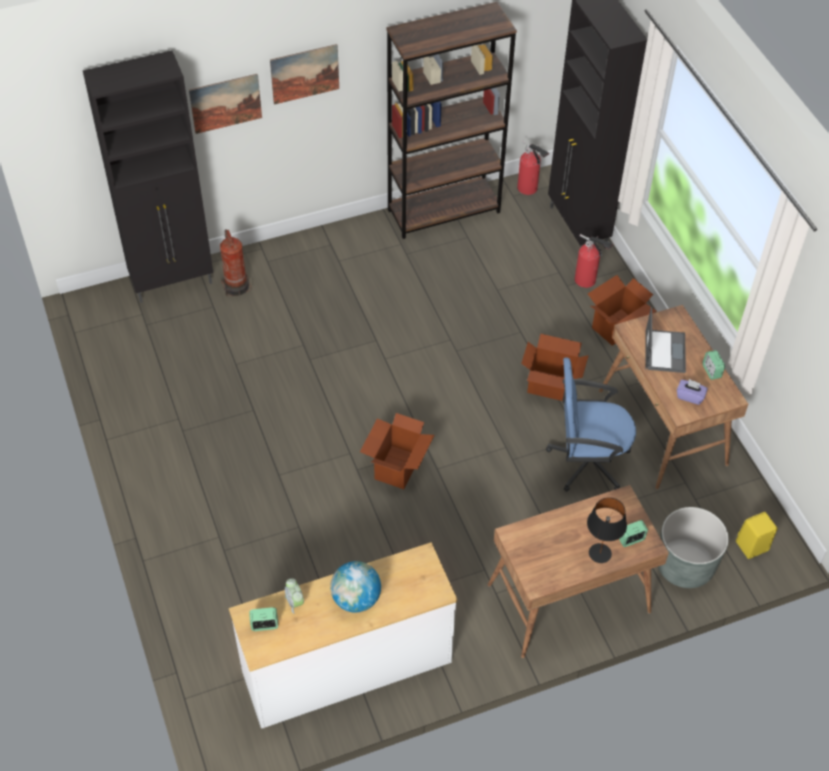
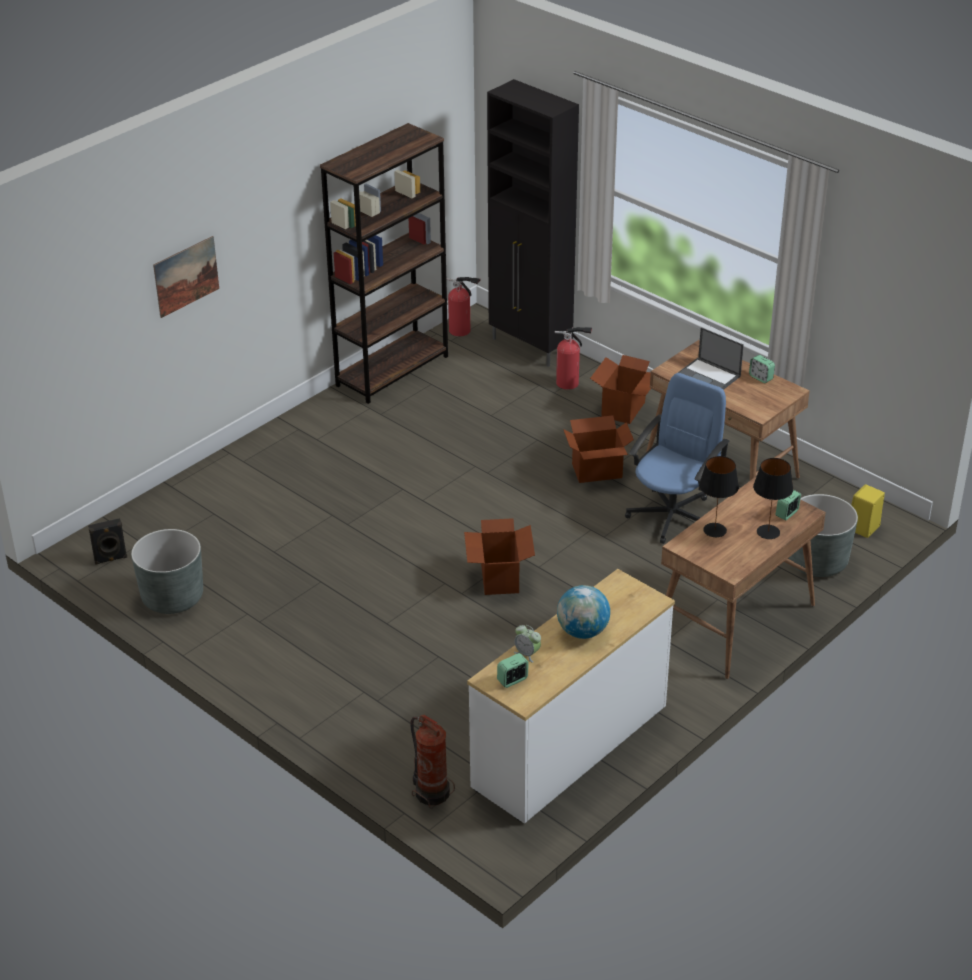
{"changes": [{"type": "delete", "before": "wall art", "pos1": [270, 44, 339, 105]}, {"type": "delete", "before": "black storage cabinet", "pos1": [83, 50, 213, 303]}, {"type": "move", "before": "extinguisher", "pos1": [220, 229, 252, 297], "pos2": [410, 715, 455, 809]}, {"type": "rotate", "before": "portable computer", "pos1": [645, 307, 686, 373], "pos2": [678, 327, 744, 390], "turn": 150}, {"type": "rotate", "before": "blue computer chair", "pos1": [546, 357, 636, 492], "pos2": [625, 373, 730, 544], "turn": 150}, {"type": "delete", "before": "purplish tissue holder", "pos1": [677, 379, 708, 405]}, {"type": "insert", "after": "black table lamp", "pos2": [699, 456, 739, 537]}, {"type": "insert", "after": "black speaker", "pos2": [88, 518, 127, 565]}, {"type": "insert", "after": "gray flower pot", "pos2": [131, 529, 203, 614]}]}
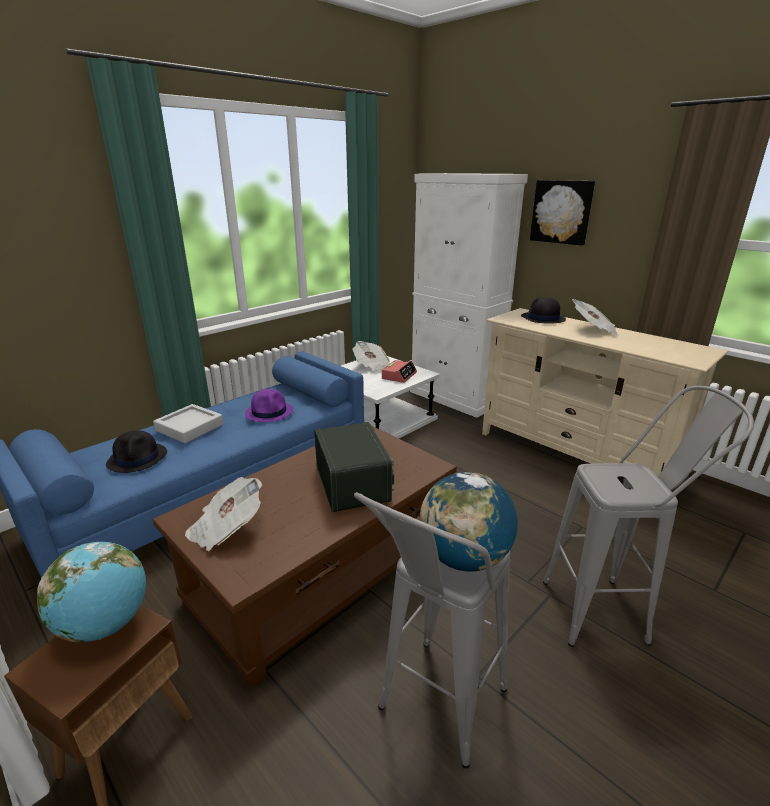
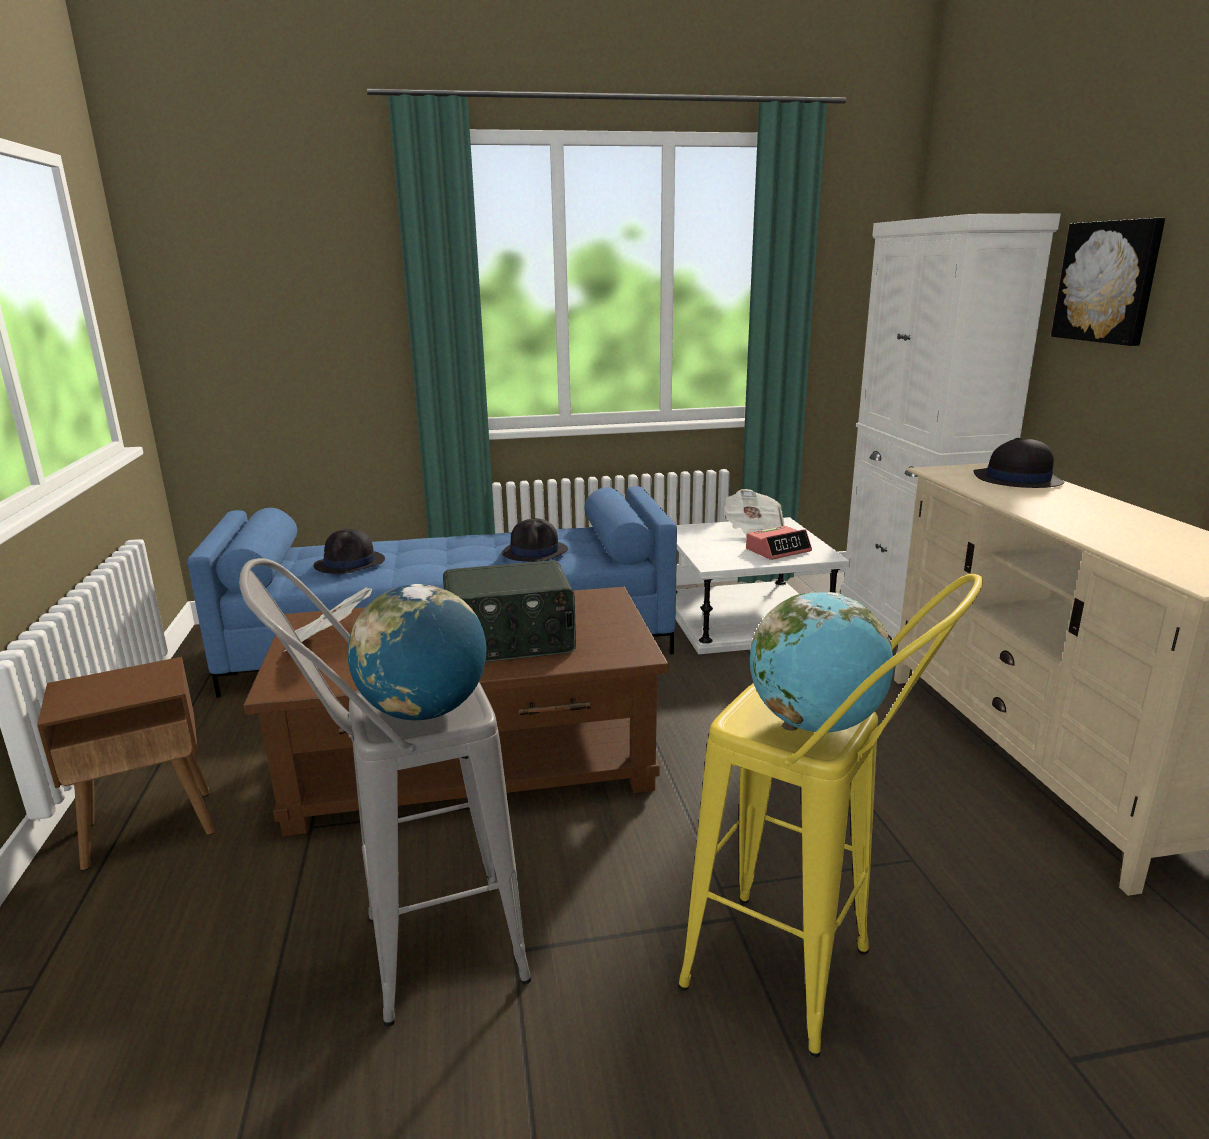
{"changes": [{"type": "delete", "before": "newspaper", "pos1": [572, 299, 618, 336]}, {"type": "recolor", "before": "gray sitting stool", "after": "yellow-coloured sitting stool", "pos1": [543, 386, 754, 647], "pos2": [678, 574, 983, 1057]}, {"type": "recolor", "before": "purplish wearable hat", "after": "black wearable hat", "pos1": [245, 389, 293, 422], "pos2": [501, 519, 568, 562]}, {"type": "delete", "before": "gray tray", "pos1": [153, 404, 224, 443]}, {"type": "rotate", "before": "radio", "pos1": [314, 422, 394, 512], "pos2": [443, 560, 576, 662], "turn": 60}, {"type": "move", "before": "globe", "pos1": [37, 542, 146, 643], "pos2": [750, 592, 893, 732]}]}
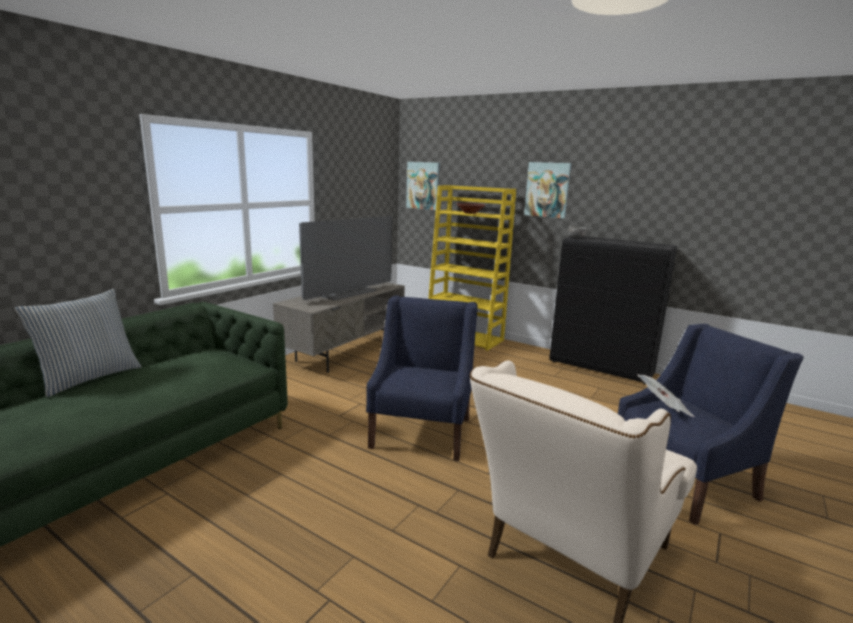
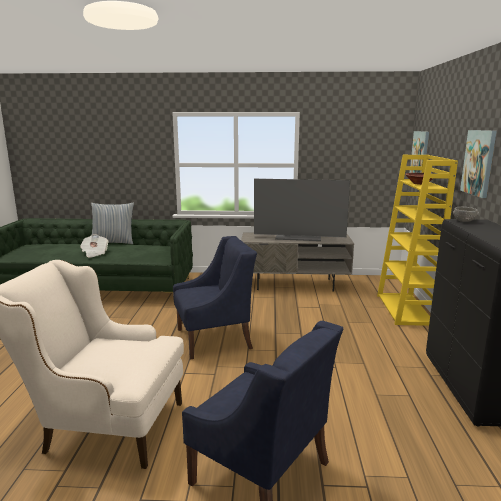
{"changes": [{"type": "move", "before": "newspaper", "pos1": [637, 374, 695, 417], "pos2": [80, 234, 109, 258]}]}
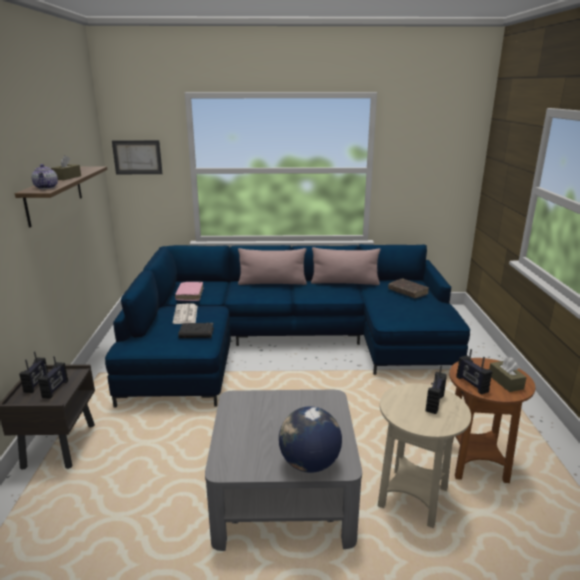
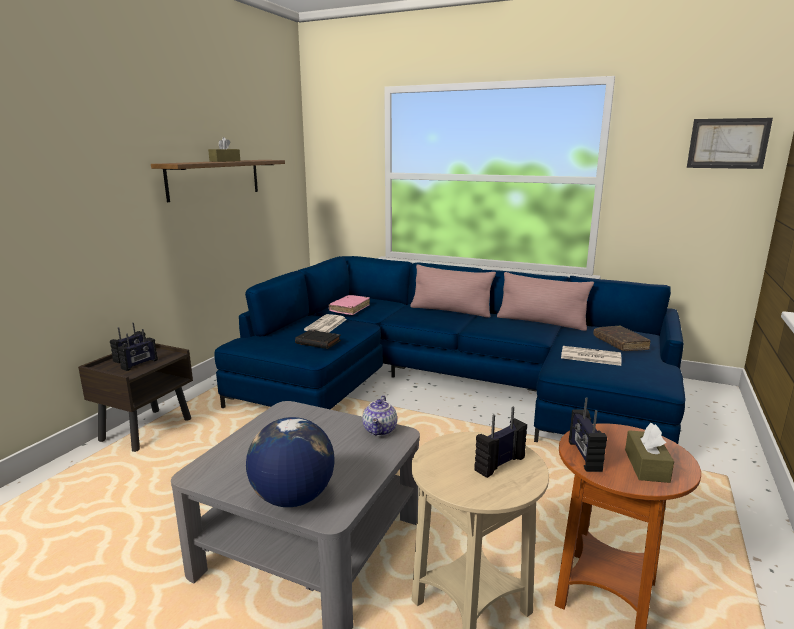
{"changes": [{"type": "move", "before": "wall art", "pos1": [112, 140, 162, 174], "pos2": [687, 118, 773, 169]}, {"type": "move", "before": "teapot", "pos1": [31, 164, 58, 189], "pos2": [362, 395, 397, 436]}, {"type": "insert", "after": "newspaper", "pos2": [561, 346, 622, 366]}]}
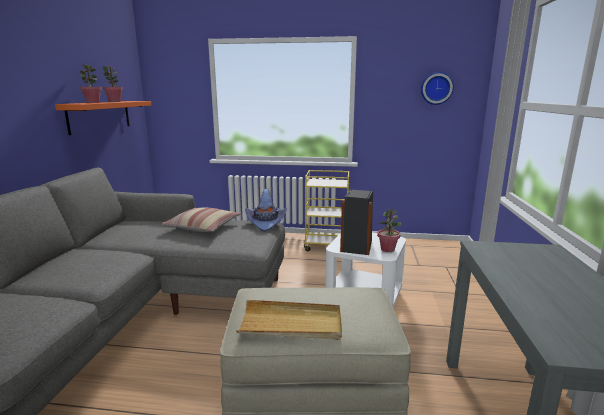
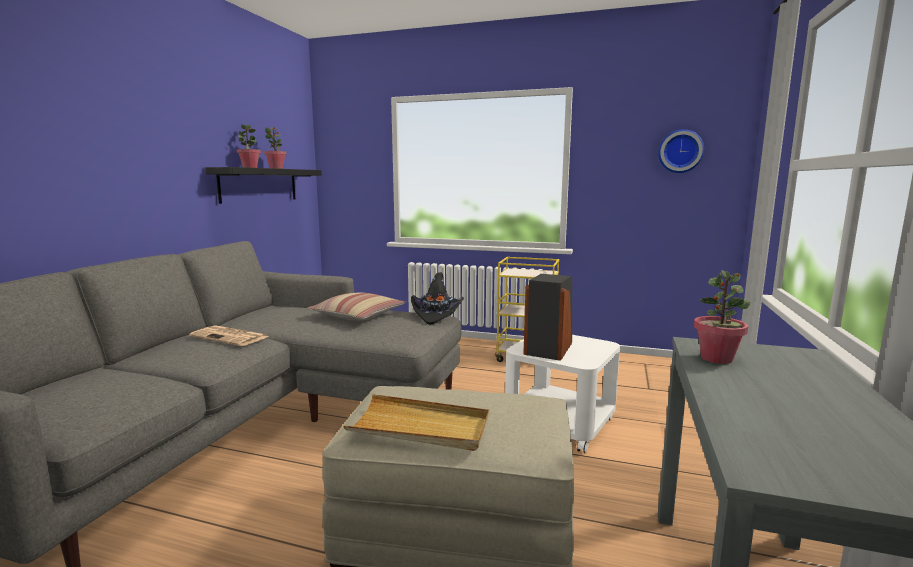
{"changes": [{"type": "recolor", "before": "orange-coloured bracket shelf", "after": "black bracket shelf", "pos1": [55, 101, 151, 135], "pos2": [205, 167, 322, 204]}, {"type": "recolor", "before": "purplish wearable hat", "after": "black wearable hat", "pos1": [245, 189, 287, 232], "pos2": [411, 272, 464, 325]}, {"type": "move", "before": "plant in a pot", "pos1": [377, 209, 401, 252], "pos2": [694, 270, 750, 364]}, {"type": "insert", "after": "newspaper", "pos2": [189, 325, 270, 346]}]}
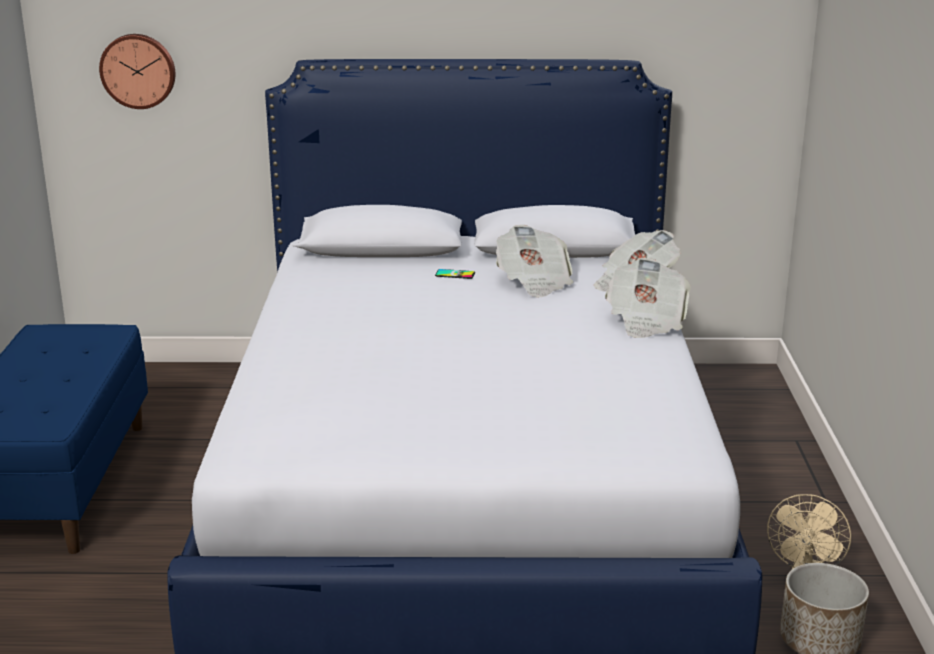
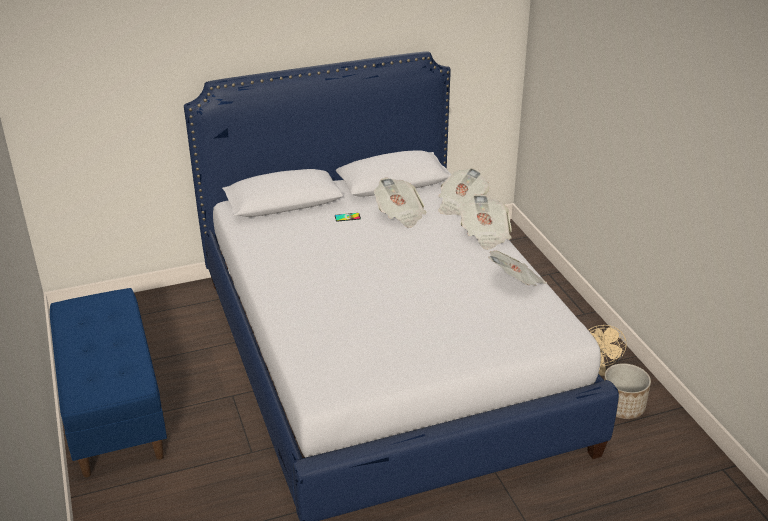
{"changes": [{"type": "delete", "before": "wall clock", "pos1": [99, 34, 175, 109]}, {"type": "insert", "after": "newspaper", "pos2": [488, 251, 547, 286]}]}
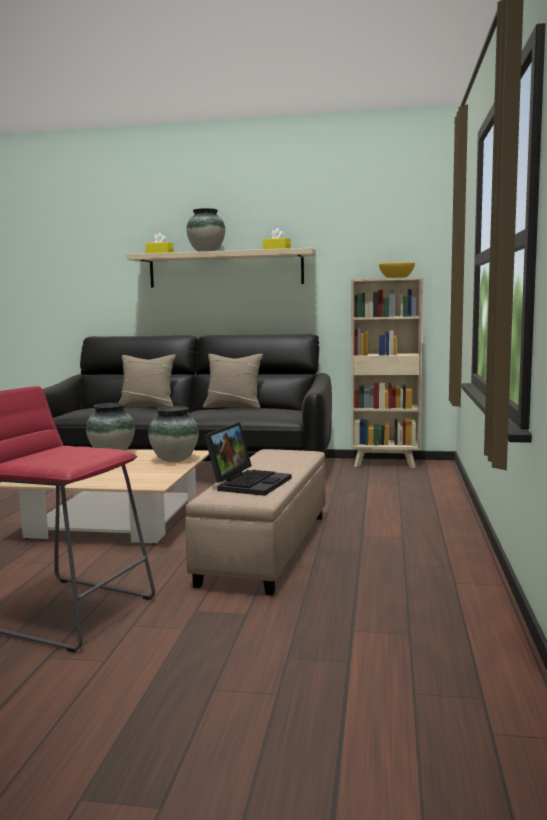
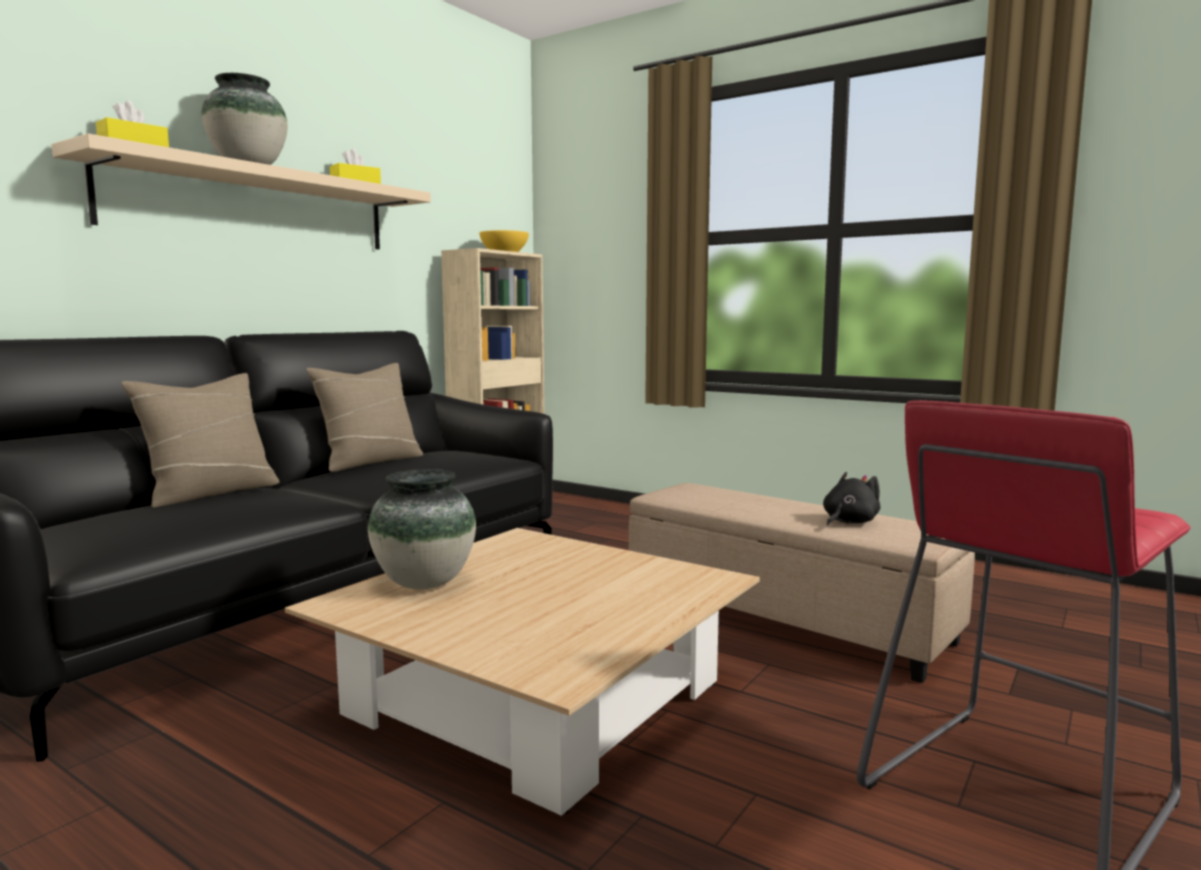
{"changes": [{"type": "delete", "before": "vase", "pos1": [148, 406, 199, 462]}, {"type": "replace", "before": "portable computer", "after": "black plush toy", "pos1": [204, 422, 292, 496], "pos2": [823, 472, 880, 526]}]}
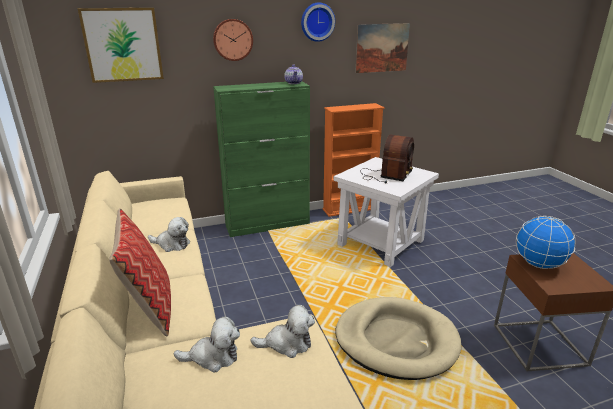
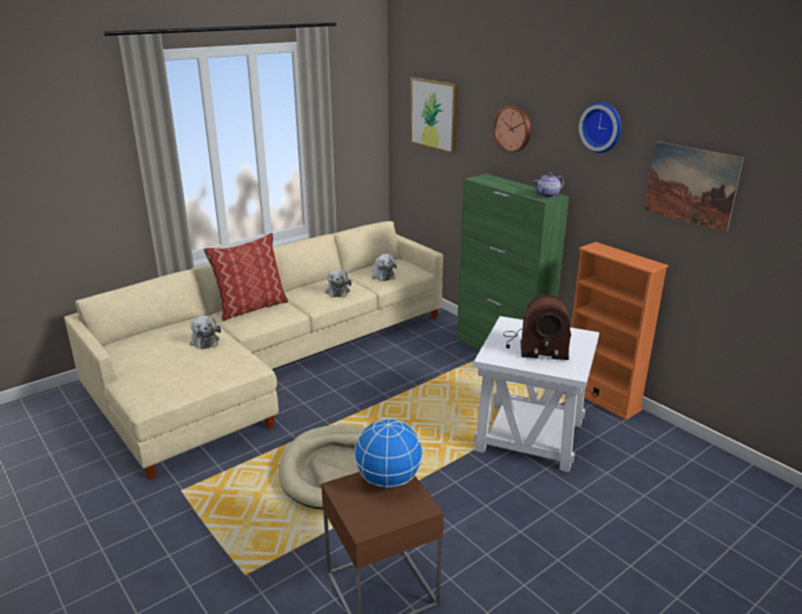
{"changes": [{"type": "move", "before": "plush toy", "pos1": [250, 305, 315, 358], "pos2": [372, 254, 397, 281]}]}
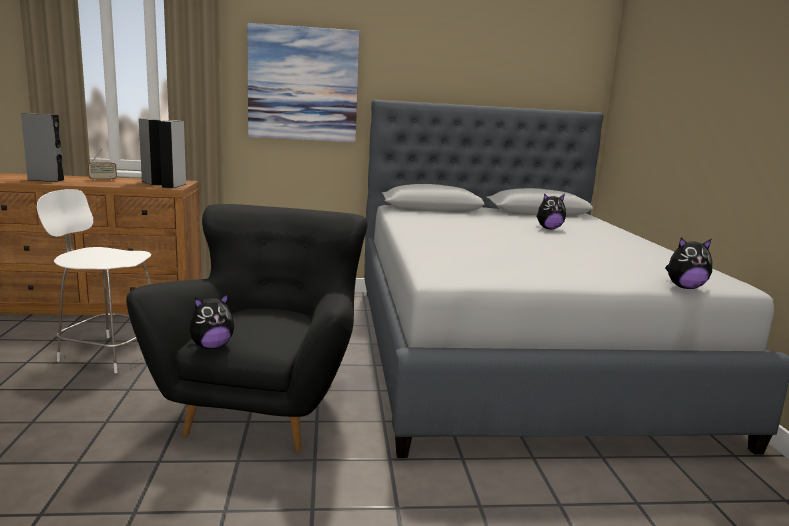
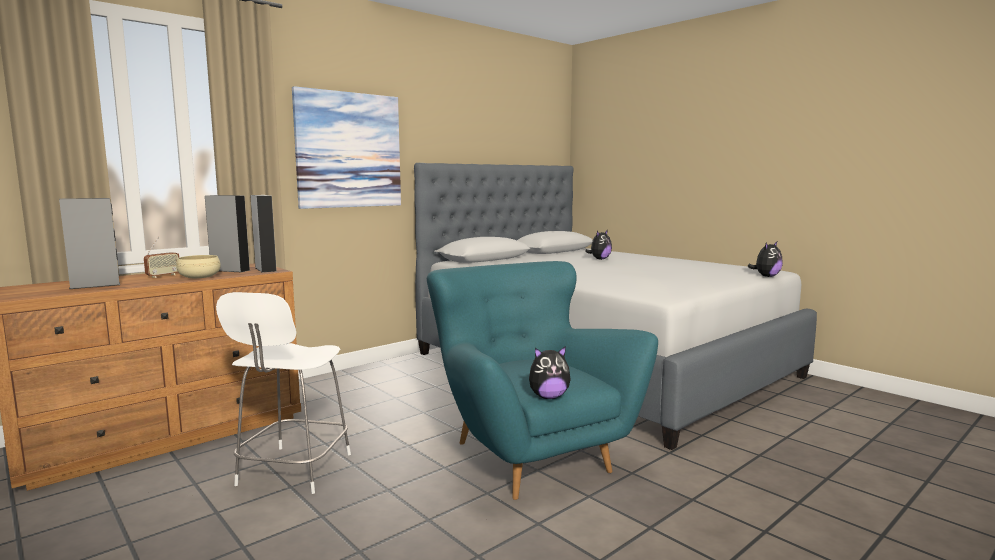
{"changes": [{"type": "rotate", "before": "white chair", "pos1": [37, 189, 151, 373], "pos2": [216, 292, 351, 494], "turn": -60}, {"type": "recolor", "before": "black lounge chair", "after": "turquoise lounge chair", "pos1": [126, 204, 368, 451], "pos2": [427, 261, 658, 500]}, {"type": "rotate", "before": "plush toy", "pos1": [189, 293, 234, 349], "pos2": [529, 346, 571, 399], "turn": 60}, {"type": "insert", "after": "beige-coloured deep dish", "pos2": [176, 255, 221, 278]}]}
